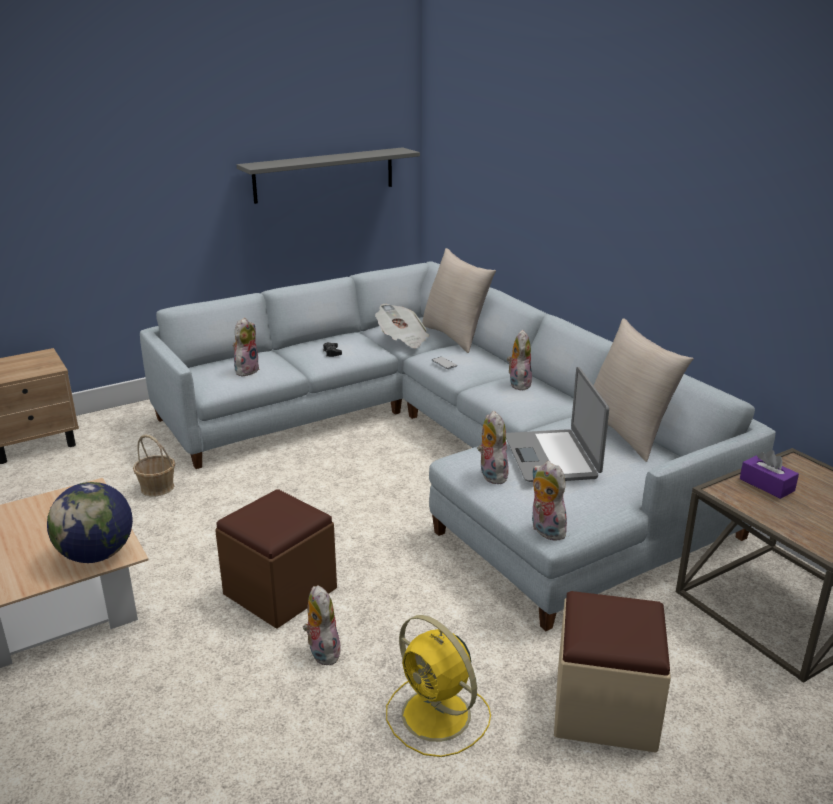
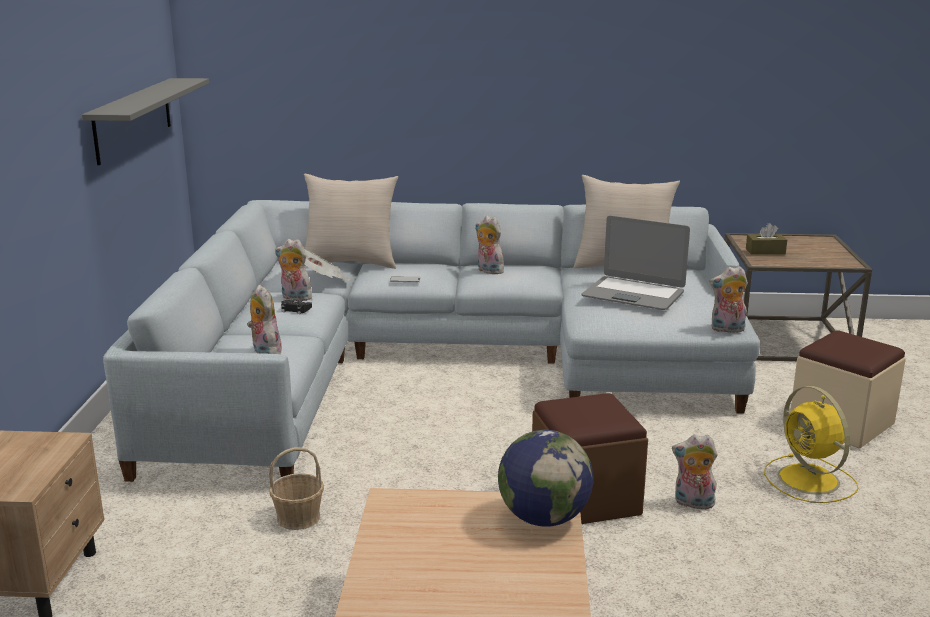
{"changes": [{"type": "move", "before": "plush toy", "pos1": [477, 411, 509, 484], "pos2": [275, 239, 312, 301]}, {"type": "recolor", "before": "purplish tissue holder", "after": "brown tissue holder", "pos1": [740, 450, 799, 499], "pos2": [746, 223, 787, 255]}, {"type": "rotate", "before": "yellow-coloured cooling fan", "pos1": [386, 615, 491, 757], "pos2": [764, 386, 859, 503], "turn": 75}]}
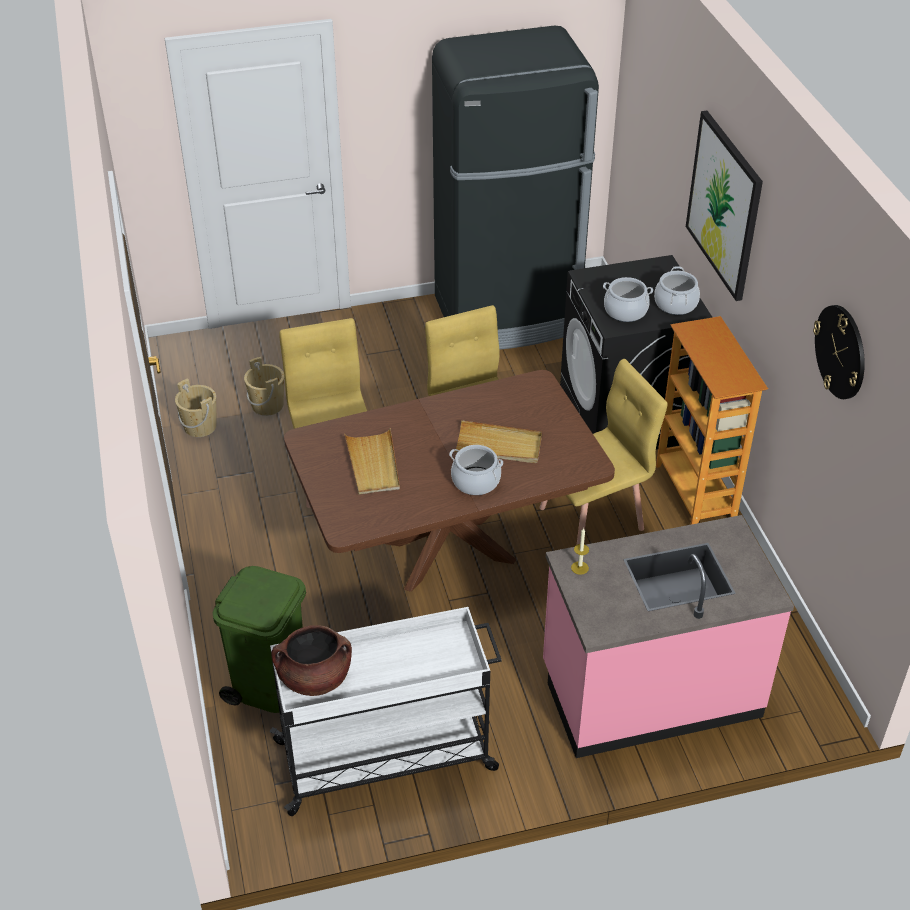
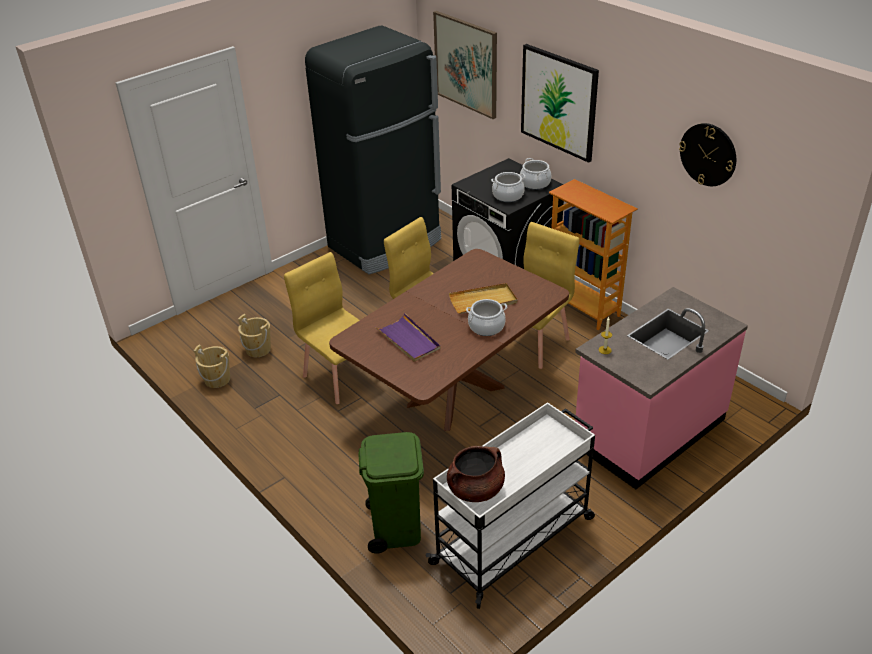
{"changes": [{"type": "recolor", "before": "beige-coloured tray", "after": "purplish tray", "pos1": [345, 428, 400, 495], "pos2": [376, 313, 440, 362]}, {"type": "insert", "after": "wall art", "pos2": [433, 11, 497, 119]}]}
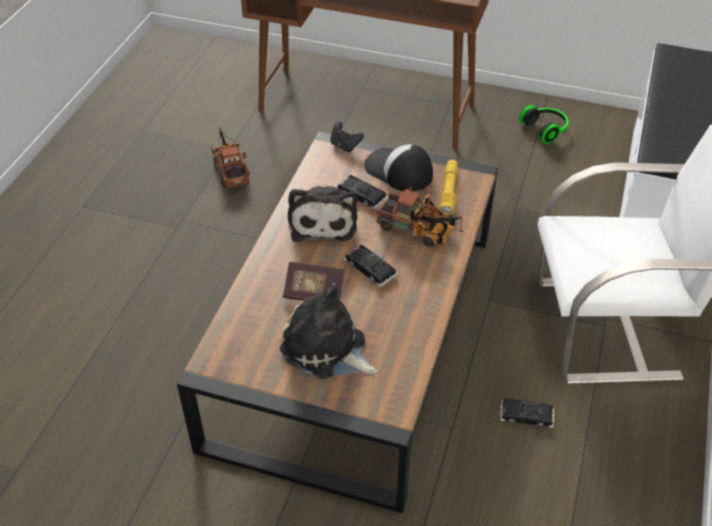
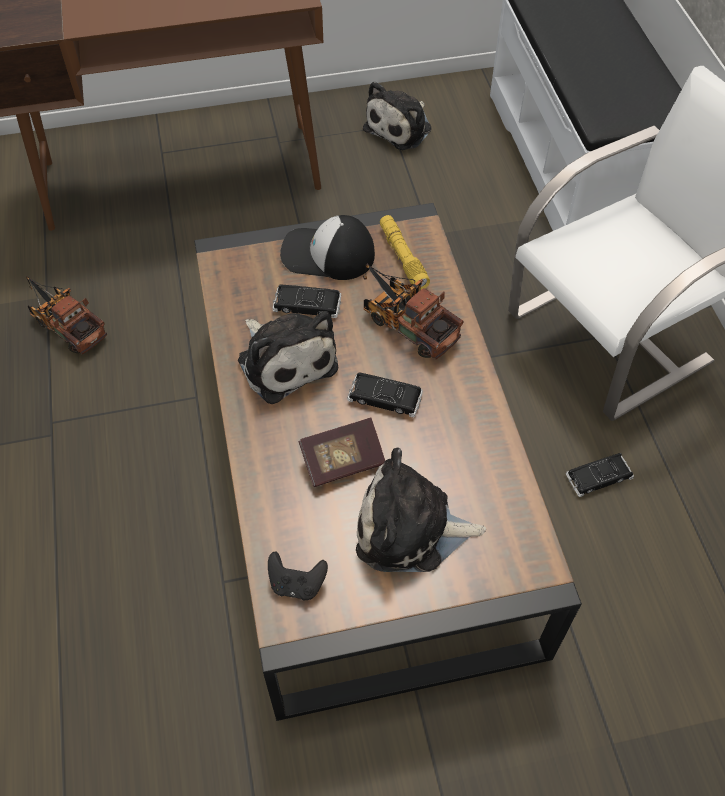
{"changes": [{"type": "replace", "before": "headphones", "after": "plush toy", "pos1": [519, 105, 569, 144], "pos2": [363, 81, 432, 150]}, {"type": "move", "before": "black joypad", "pos1": [330, 121, 364, 153], "pos2": [268, 551, 328, 600]}, {"type": "rotate", "before": "toy truck", "pos1": [376, 186, 463, 247], "pos2": [363, 264, 463, 360], "turn": -135}]}
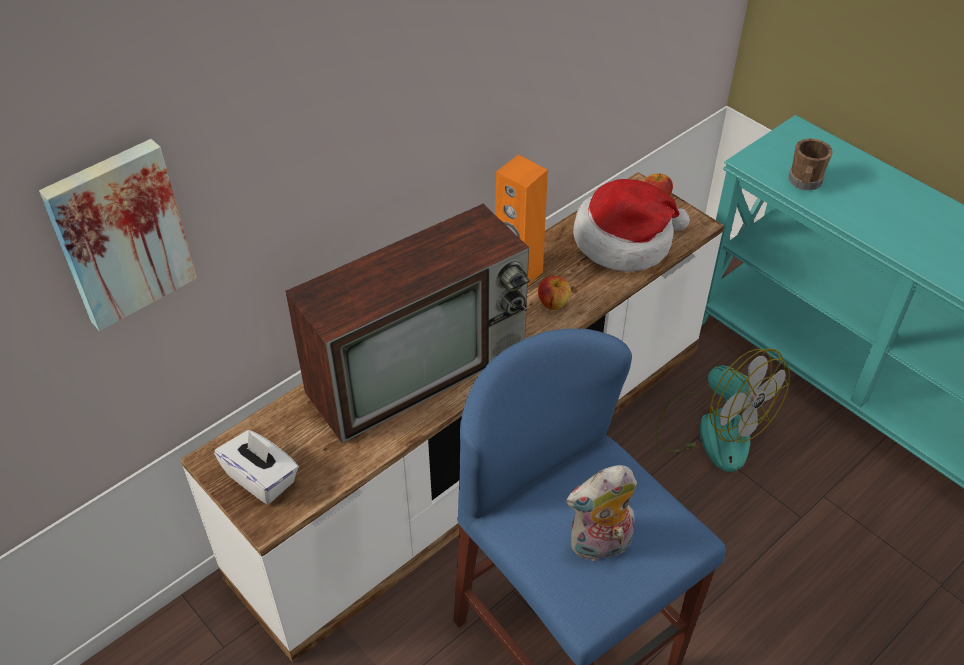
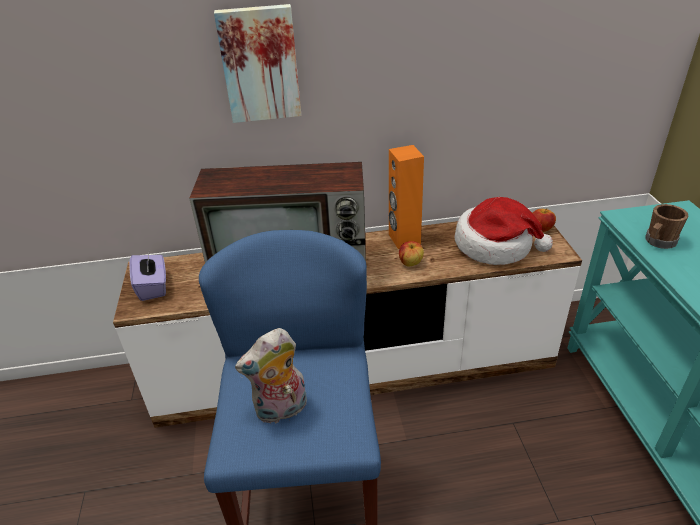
{"changes": [{"type": "move", "before": "wall art", "pos1": [39, 139, 197, 331], "pos2": [214, 4, 301, 123]}, {"type": "delete", "before": "cooling fan", "pos1": [656, 349, 790, 472]}, {"type": "recolor", "before": "white tissue holder", "after": "purplish tissue holder", "pos1": [214, 430, 299, 505], "pos2": [129, 249, 166, 301]}, {"type": "rotate", "before": "plush toy", "pos1": [566, 465, 637, 561], "pos2": [235, 328, 307, 424], "turn": -45}]}
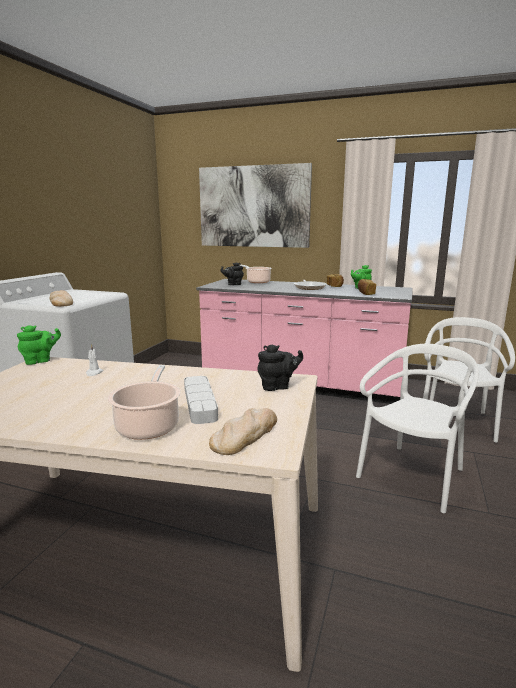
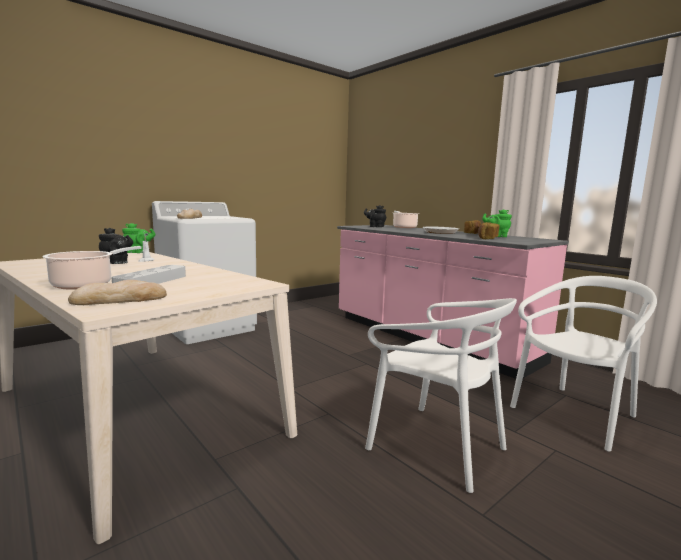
{"changes": [{"type": "delete", "before": "wall art", "pos1": [199, 163, 312, 248]}, {"type": "rotate", "before": "white chair", "pos1": [356, 344, 479, 513], "pos2": [365, 298, 517, 493], "turn": 60}, {"type": "move", "before": "black teapot", "pos1": [257, 345, 303, 391], "pos2": [99, 228, 133, 264]}]}
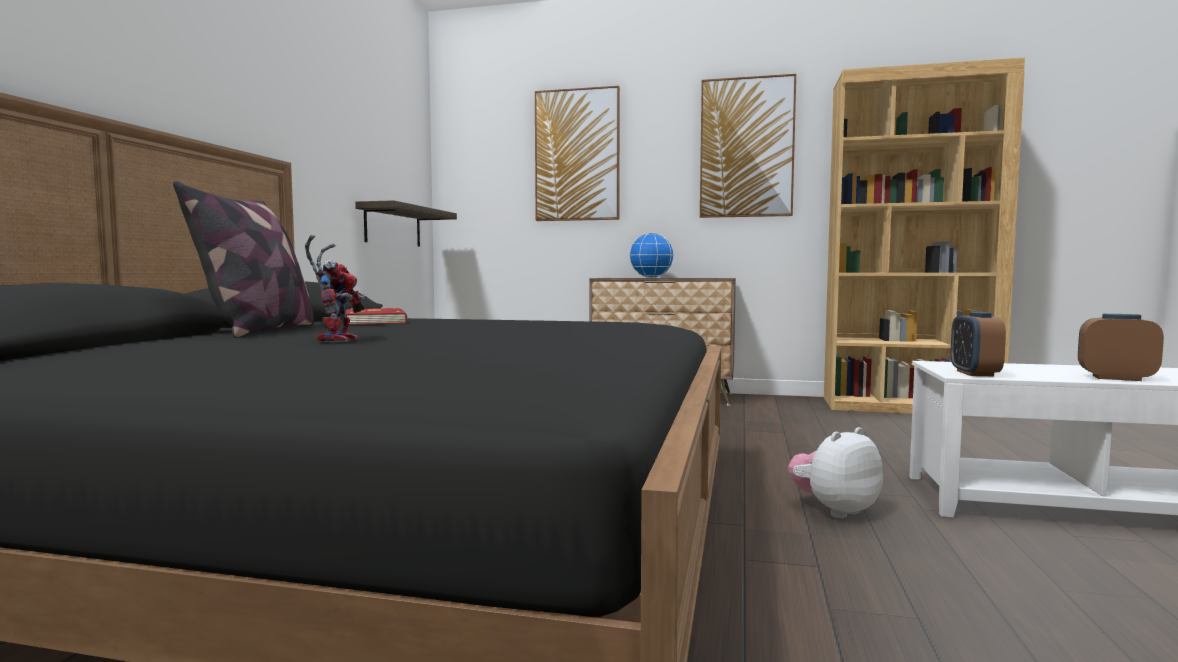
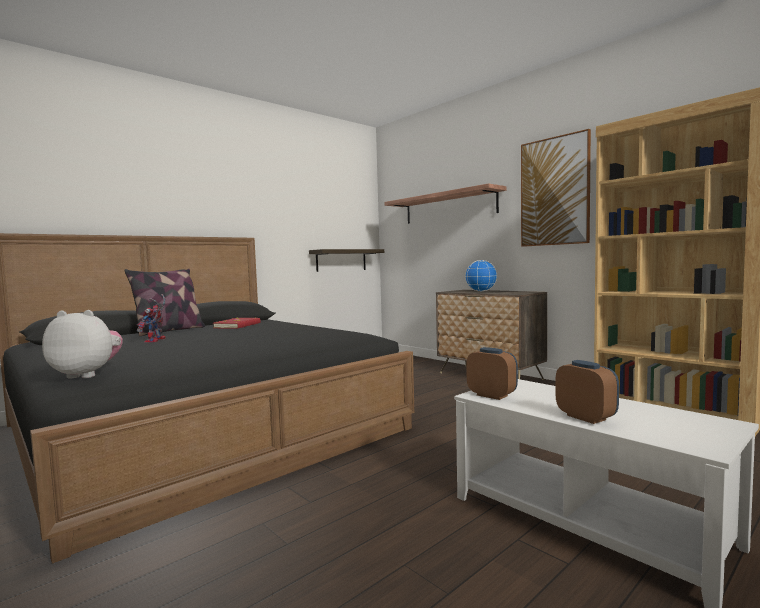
{"changes": [{"type": "replace", "before": "wall art", "after": "bracket shelf", "pos1": [535, 86, 620, 221], "pos2": [384, 183, 507, 224]}, {"type": "rotate", "before": "model robot", "pos1": [305, 235, 365, 342], "pos2": [137, 294, 165, 343], "turn": 150}, {"type": "rotate", "before": "bedside clock", "pos1": [951, 311, 1006, 376], "pos2": [466, 347, 518, 400], "turn": 90}, {"type": "move", "before": "plush toy", "pos1": [788, 427, 883, 518], "pos2": [42, 310, 123, 378]}]}
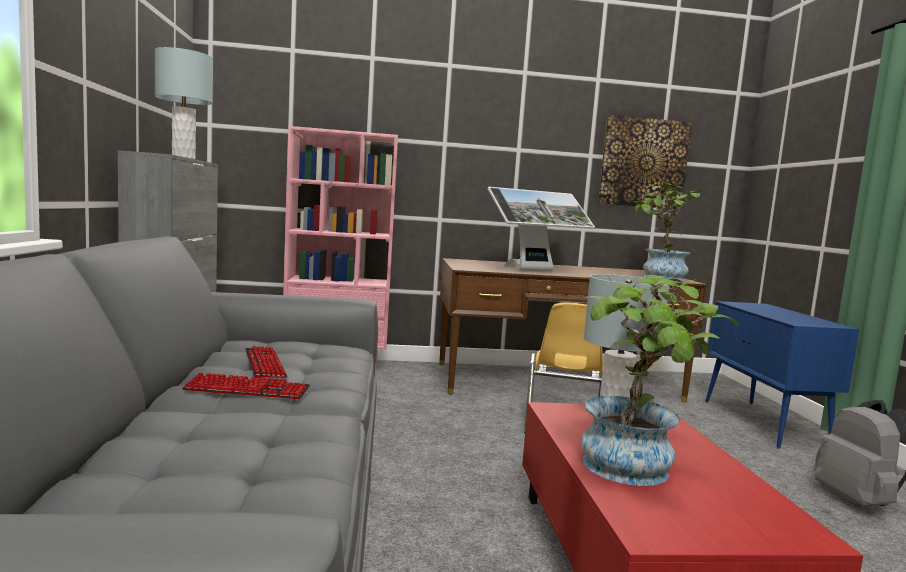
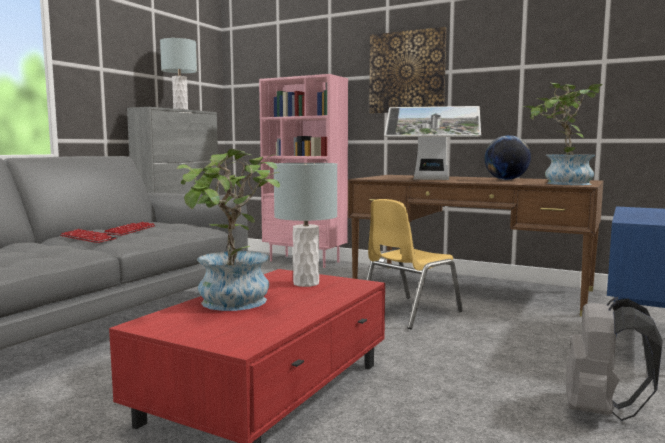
{"changes": [{"type": "move", "before": "wall art", "pos1": [598, 115, 692, 209], "pos2": [369, 27, 446, 113]}, {"type": "insert", "after": "globe", "pos2": [484, 135, 531, 180]}]}
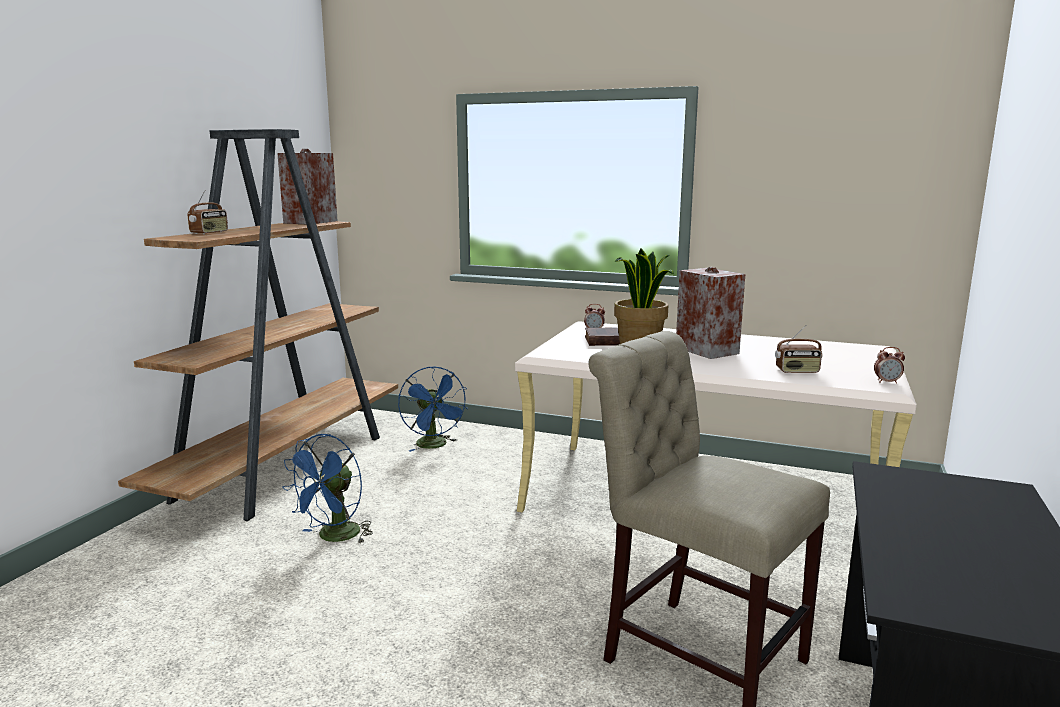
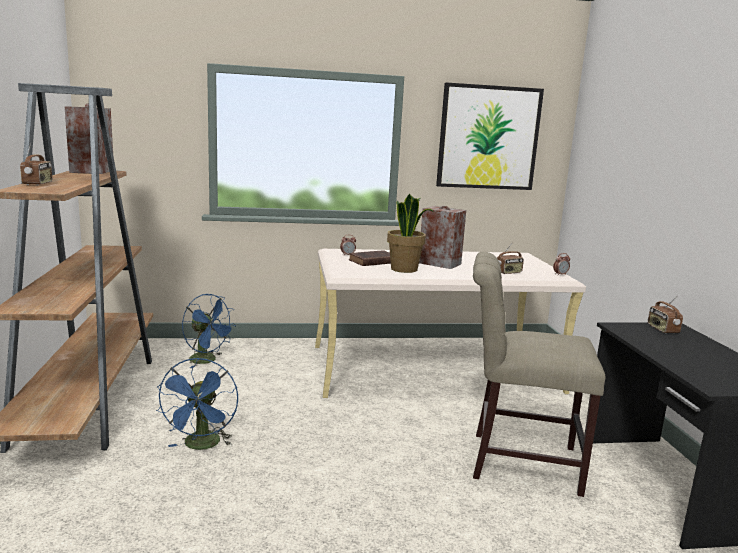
{"changes": [{"type": "insert", "after": "wall art", "pos2": [436, 83, 544, 190]}, {"type": "insert", "after": "radio", "pos2": [648, 296, 683, 334]}]}
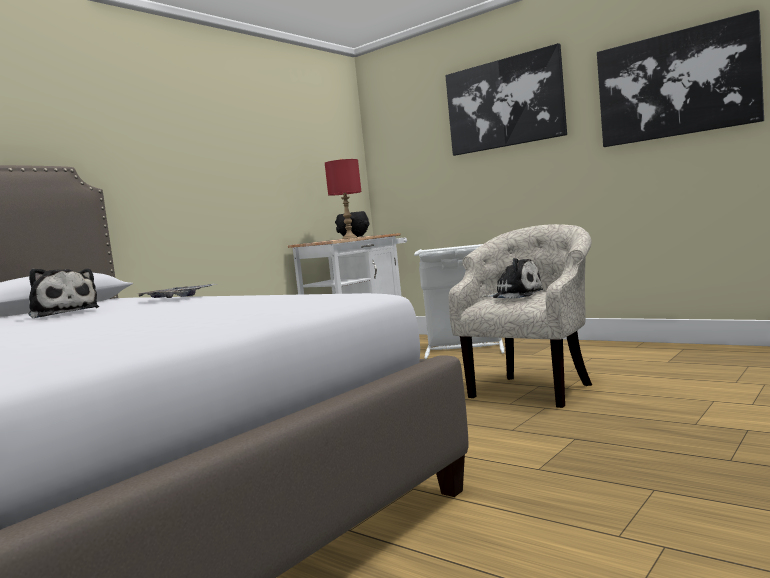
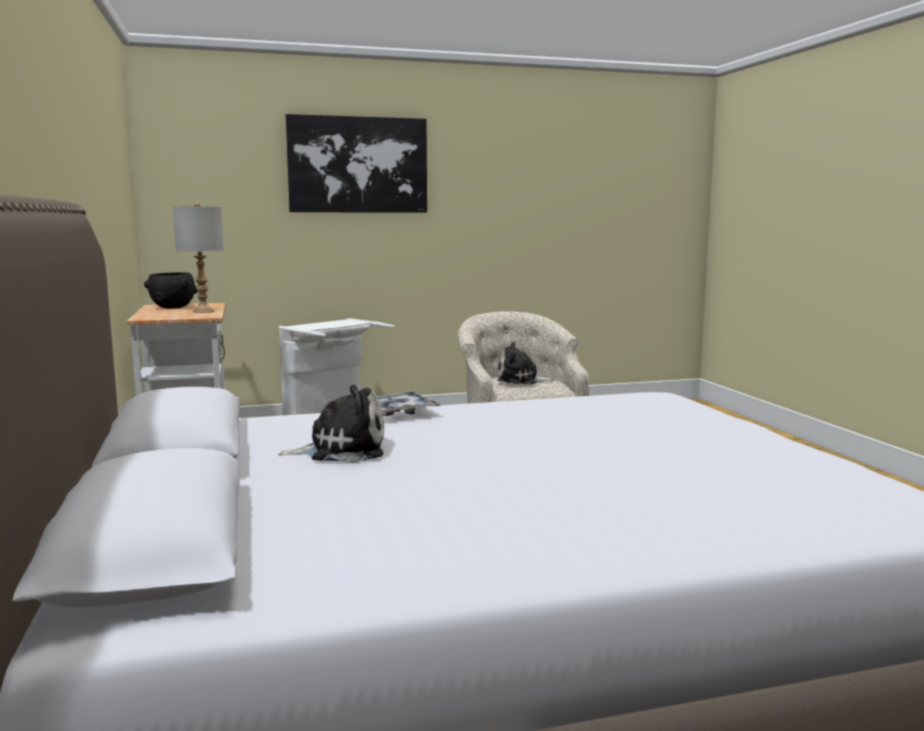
{"changes": [{"type": "delete", "before": "wall art", "pos1": [597, 10, 764, 147]}, {"type": "recolor", "before": "red table lamp", "after": "gray table lamp", "pos1": [325, 158, 361, 239], "pos2": [173, 202, 224, 313]}, {"type": "rotate", "before": "plush toy", "pos1": [480, 258, 543, 299], "pos2": [498, 342, 554, 384], "turn": -150}]}
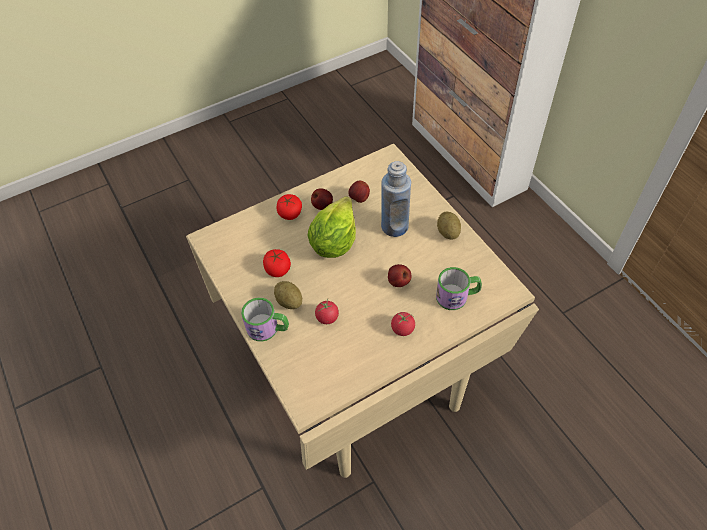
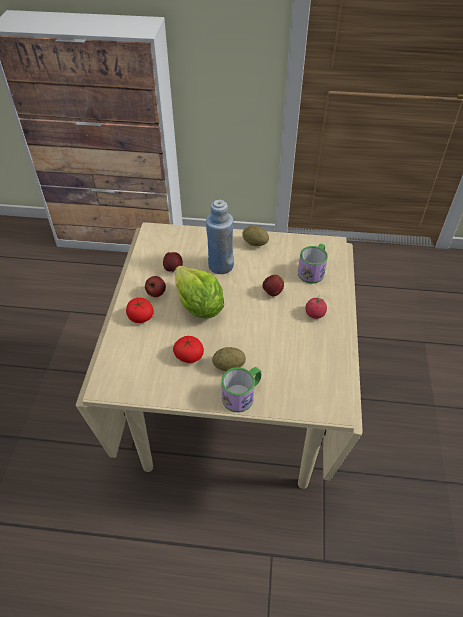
{"changes": [{"type": "delete", "before": "fresh tomato", "pos1": [315, 299, 339, 324]}]}
